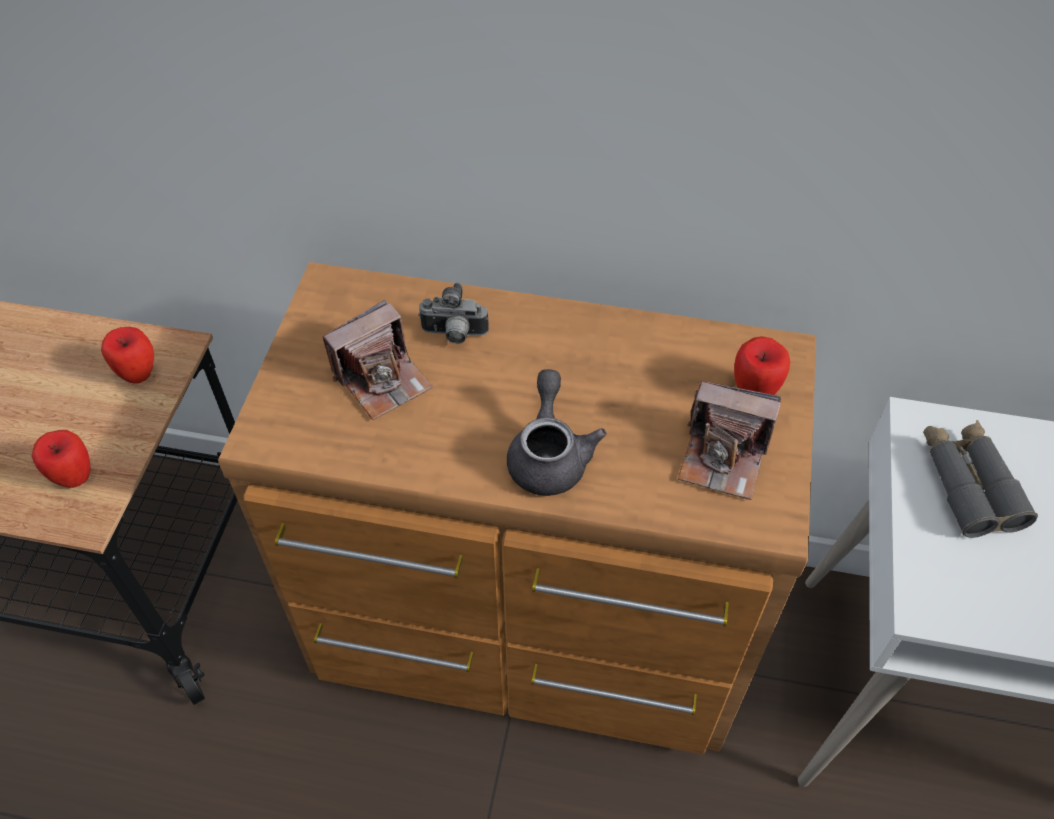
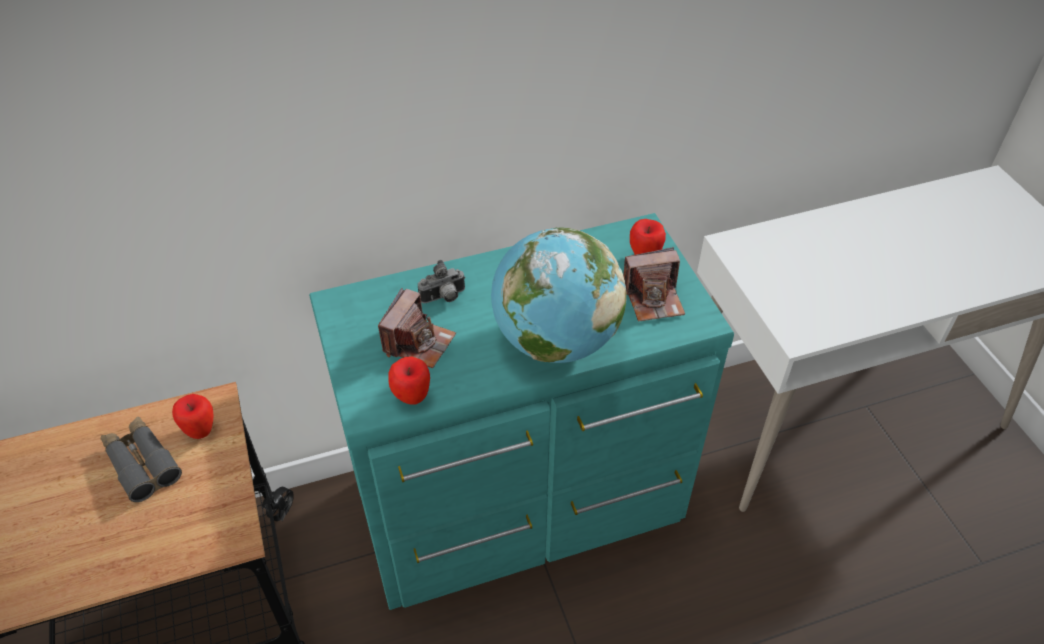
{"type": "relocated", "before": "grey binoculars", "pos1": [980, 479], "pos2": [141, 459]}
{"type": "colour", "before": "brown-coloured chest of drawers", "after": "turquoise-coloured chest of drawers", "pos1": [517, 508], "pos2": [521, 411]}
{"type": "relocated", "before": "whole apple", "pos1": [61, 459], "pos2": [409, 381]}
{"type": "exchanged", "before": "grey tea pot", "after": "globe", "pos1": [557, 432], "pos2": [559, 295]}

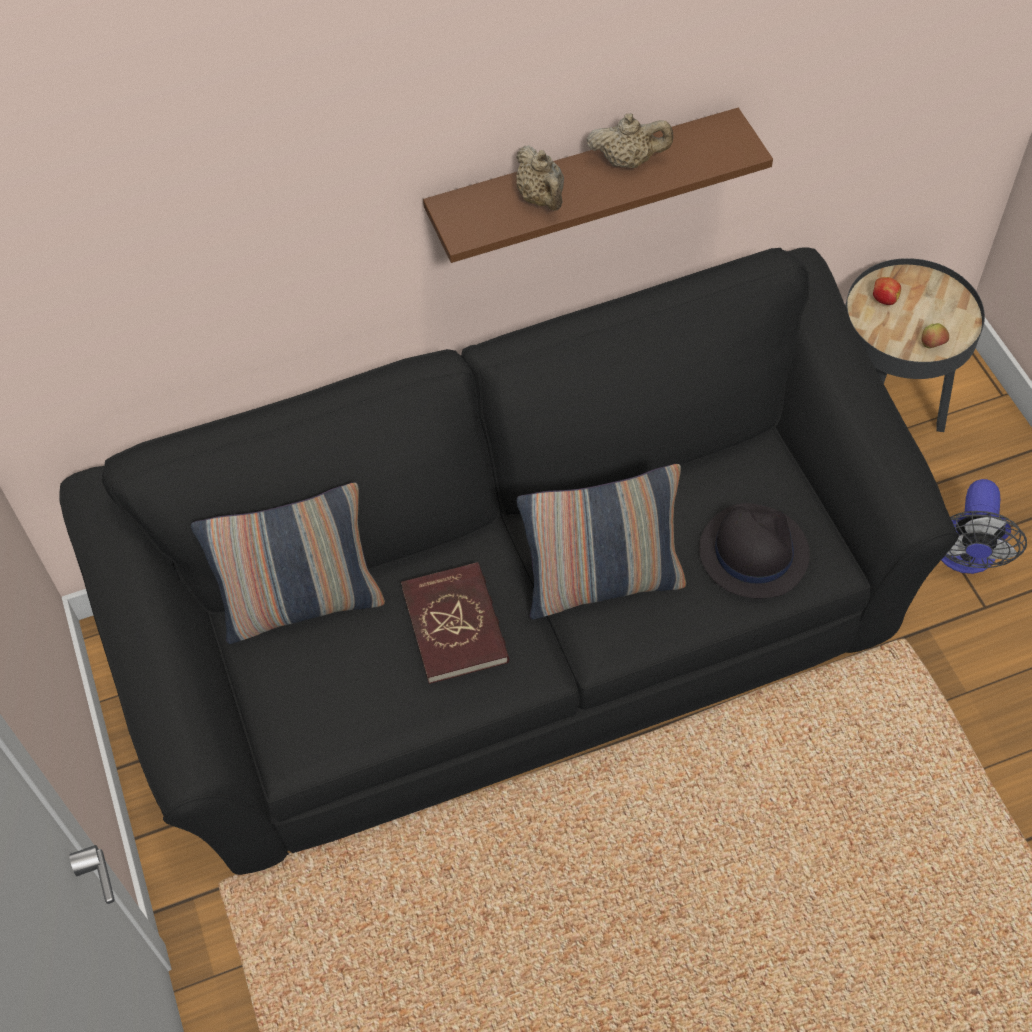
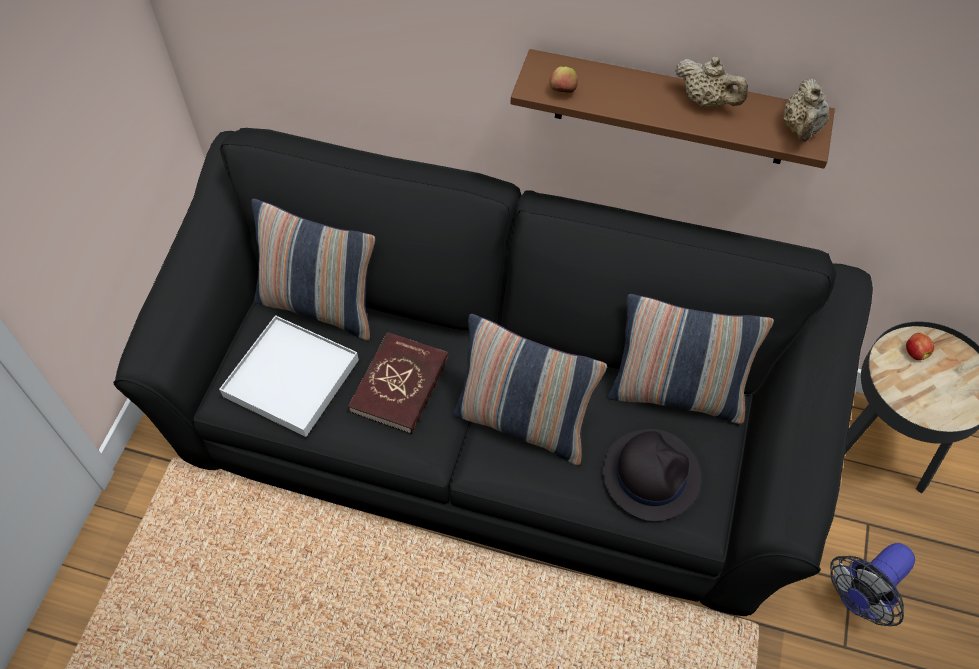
{"type": "appeared", "after": "whitish tray", "pos2": [289, 376]}
{"type": "relocated", "before": "whole apple", "pos1": [935, 335], "pos2": [563, 80]}
{"type": "appeared", "after": "cushion", "pos2": [690, 359]}
{"type": "relocated", "before": "sand-coloured tea pot", "pos1": [540, 178], "pos2": [806, 110]}

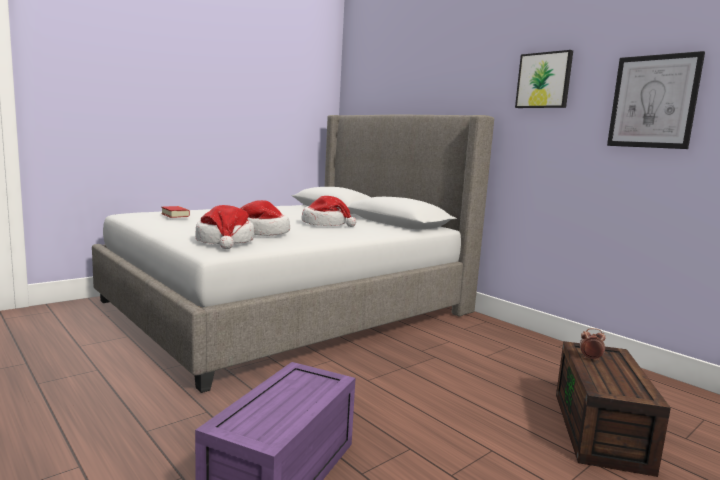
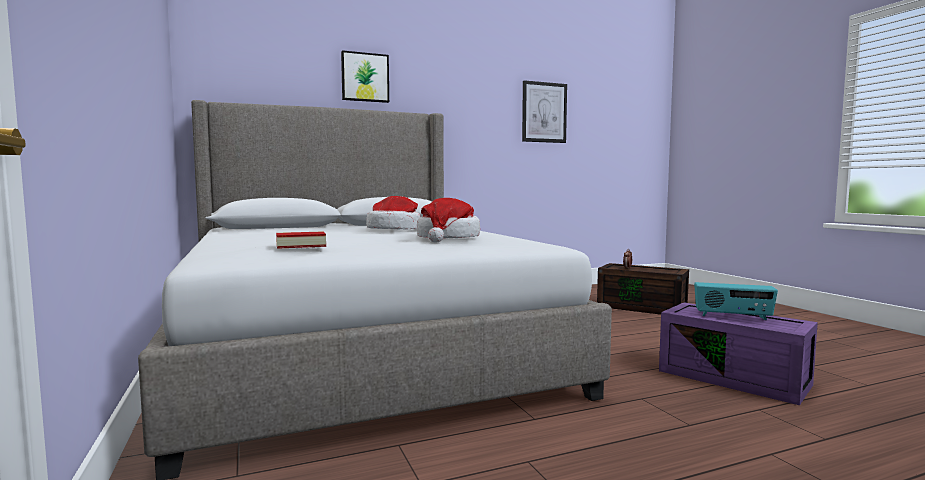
{"type": "relocated", "before": "wall art", "pos1": [544, 79], "pos2": [365, 76]}
{"type": "appeared", "after": "radio", "pos2": [736, 301]}
{"type": "missing", "before": "wearable hat", "pos1": [225, 227]}

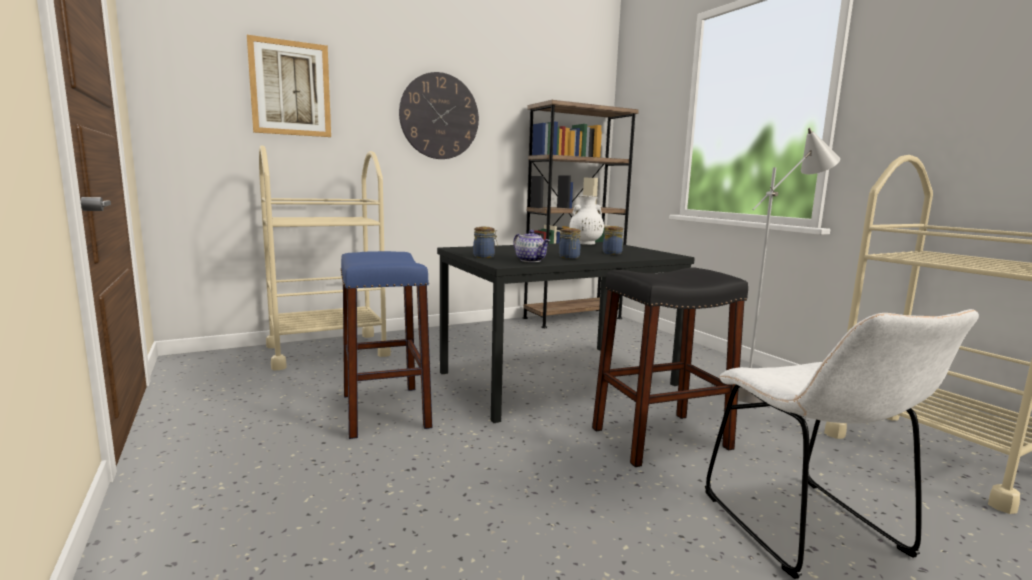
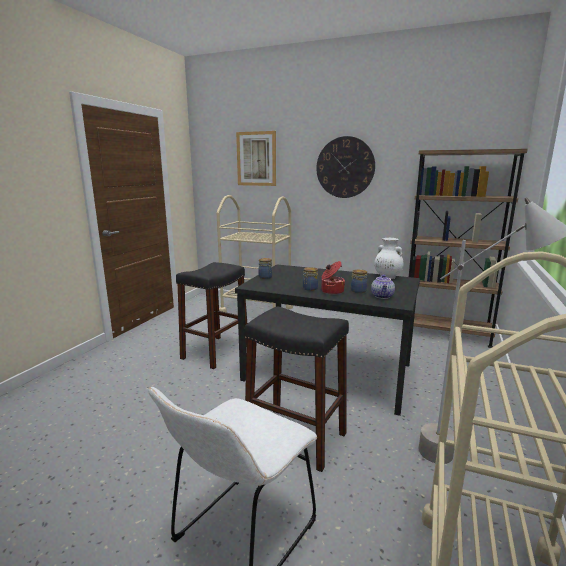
{"type": "colour", "before": "bluish stool", "after": "blackish stool", "pos1": [387, 345], "pos2": [211, 315]}
{"type": "appeared", "after": "cooking pot", "pos2": [333, 277]}
{"type": "relocated", "before": "tea pot", "pos1": [531, 246], "pos2": [383, 287]}

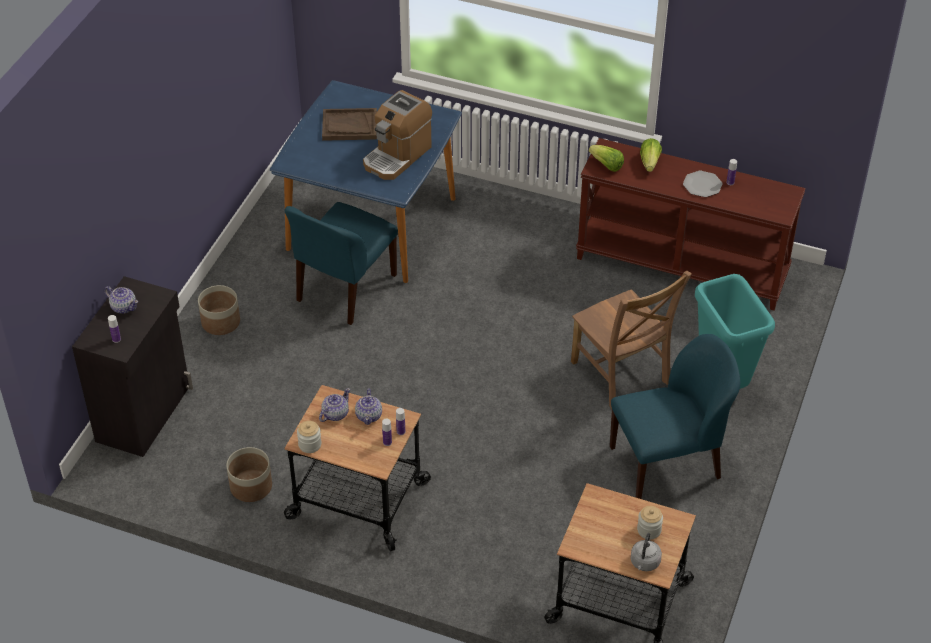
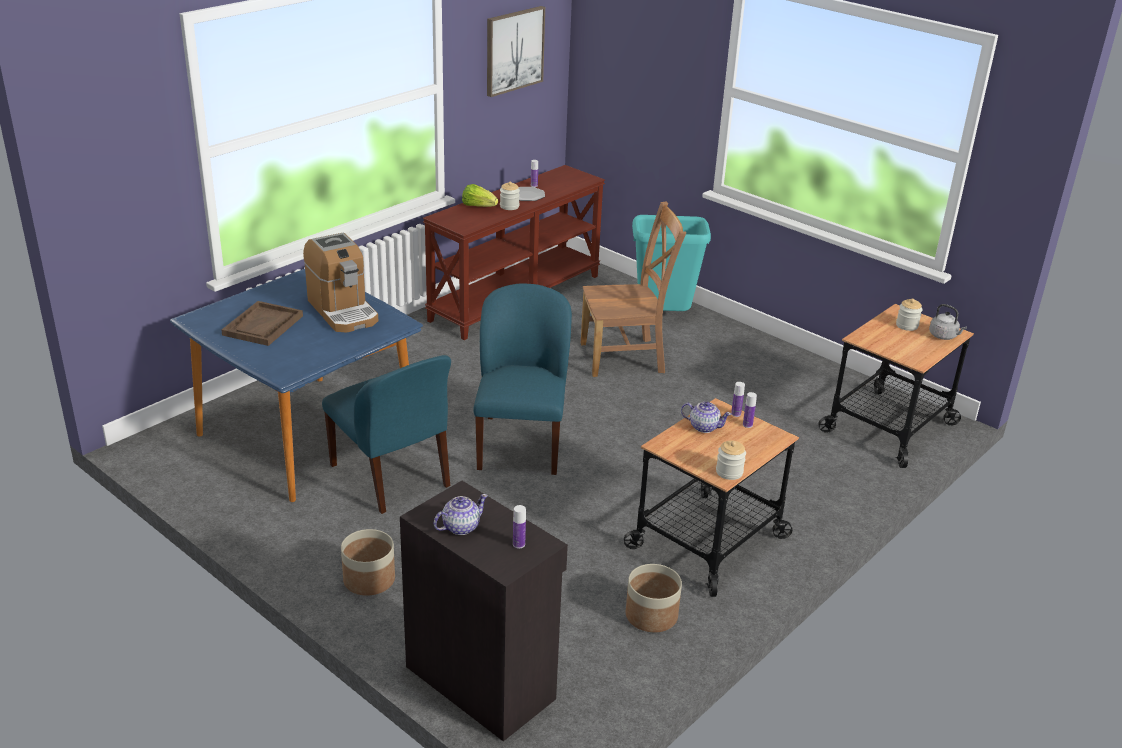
{"type": "relocated", "before": "bluish plain chair", "pos1": [675, 416], "pos2": [522, 379]}
{"type": "appeared", "after": "wall art", "pos2": [516, 51]}
{"type": "appeared", "after": "storage jar", "pos2": [510, 196]}
{"type": "missing", "before": "tea pot", "pos1": [334, 405]}
{"type": "missing", "before": "lettuce head", "pos1": [606, 158]}

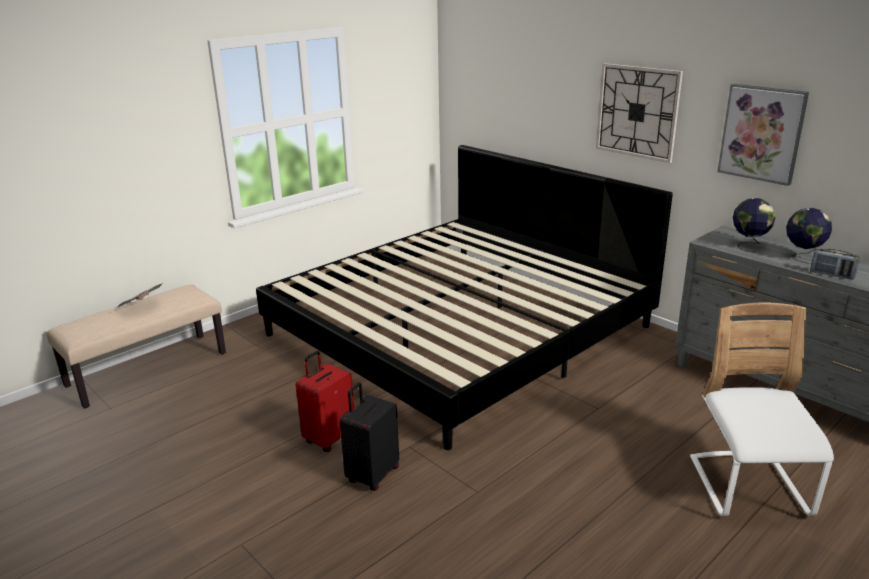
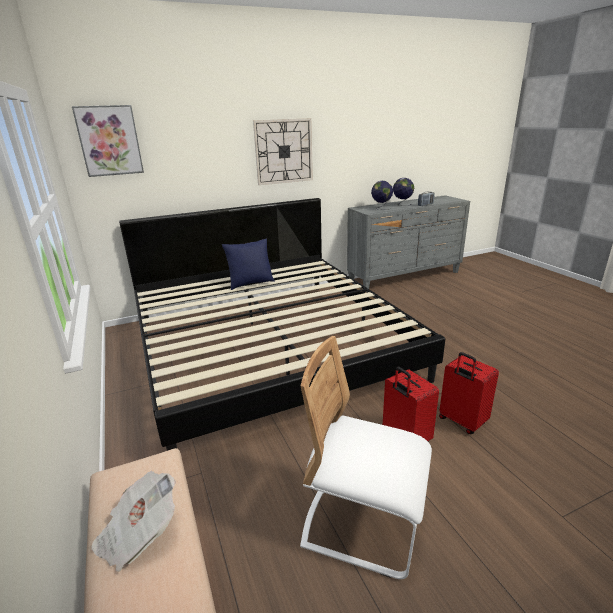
{"type": "relocated", "before": "wall art", "pos1": [763, 135], "pos2": [108, 141]}
{"type": "appeared", "after": "bluish cushion", "pos2": [248, 264]}
{"type": "relocated", "before": "whitish plain chair", "pos1": [762, 409], "pos2": [366, 457]}
{"type": "colour", "before": "blackish suitcase", "after": "red-coloured suitcase", "pos1": [369, 436], "pos2": [469, 393]}

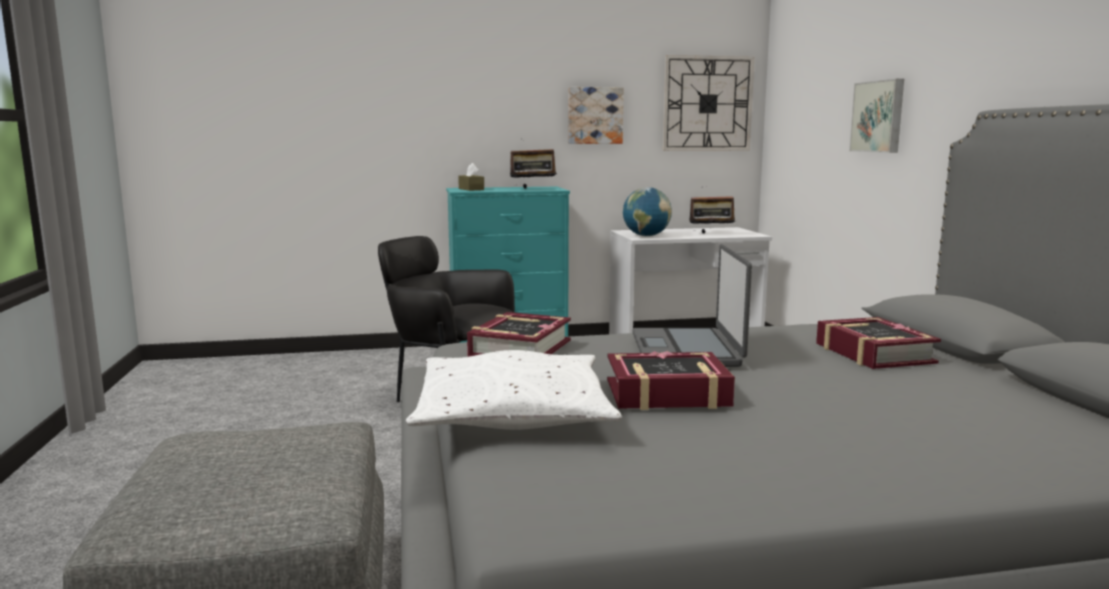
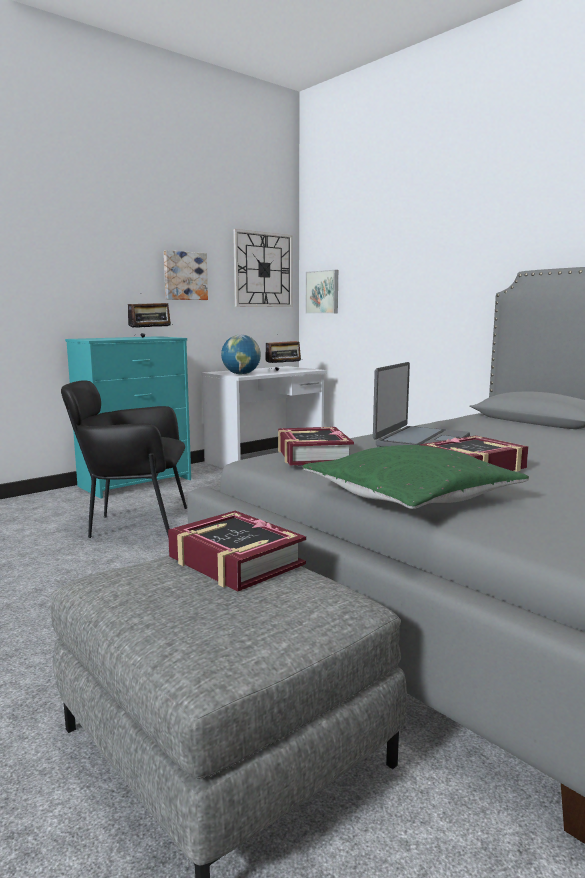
{"type": "relocated", "before": "volume", "pos1": [878, 343], "pos2": [237, 551]}
{"type": "colour", "before": "whitish cushion", "after": "green-coloured cushion", "pos1": [514, 390], "pos2": [416, 477]}
{"type": "relocated", "before": "wall art", "pos1": [876, 116], "pos2": [322, 291]}
{"type": "spun", "before": "notebook computer", "pos1": [692, 305], "pos2": [421, 404], "turn": -120}
{"type": "missing", "before": "brown-coloured box of tissues", "pos1": [471, 177]}

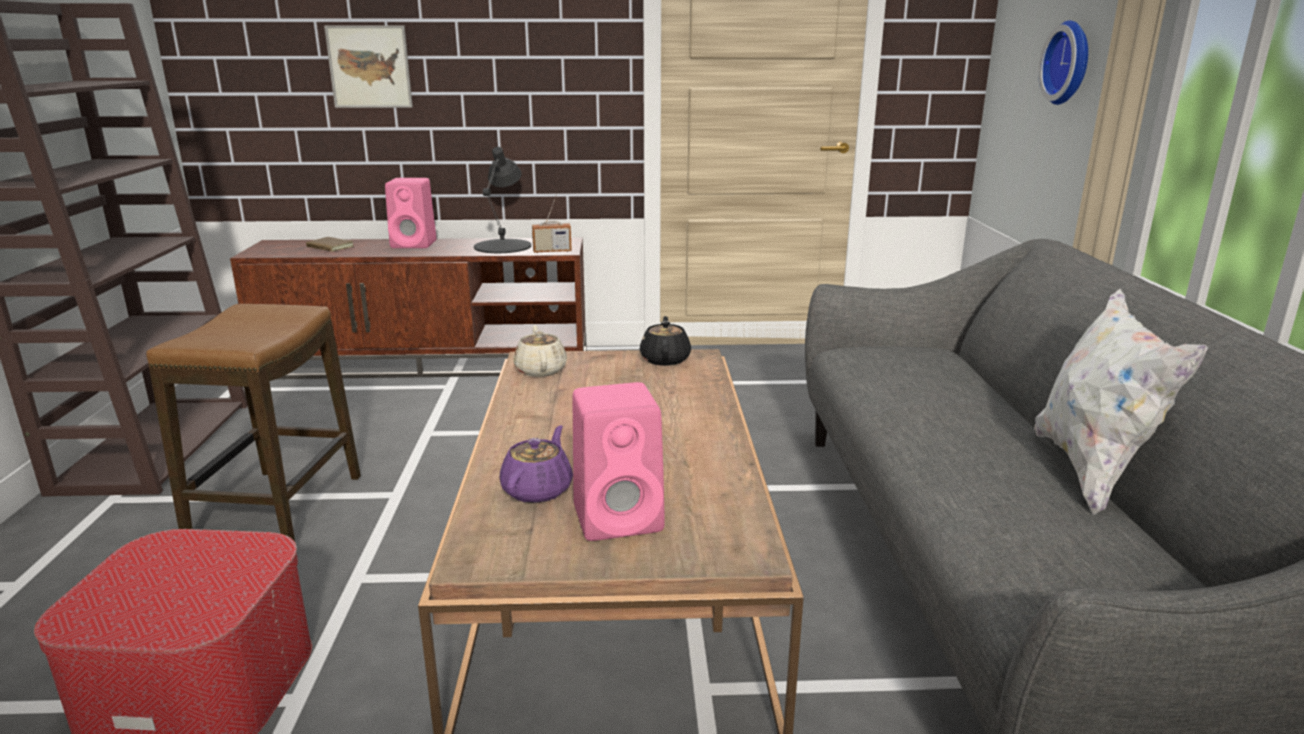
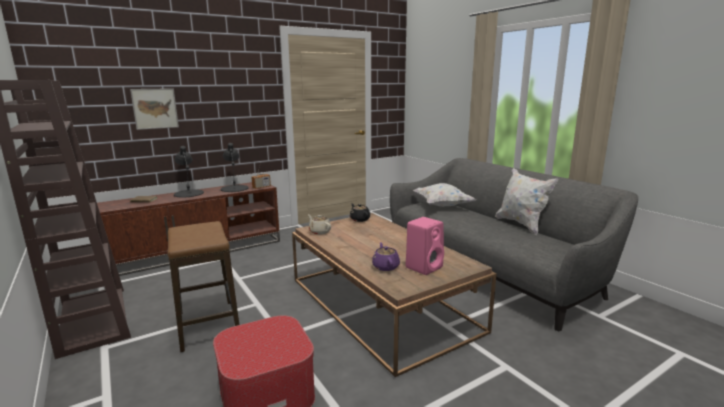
{"type": "exchanged", "before": "pink speaker", "after": "blackish table lamp", "pos1": [410, 213], "pos2": [189, 172]}
{"type": "appeared", "after": "whitish cushion", "pos2": [444, 195]}
{"type": "missing", "before": "wall clock", "pos1": [1063, 62]}

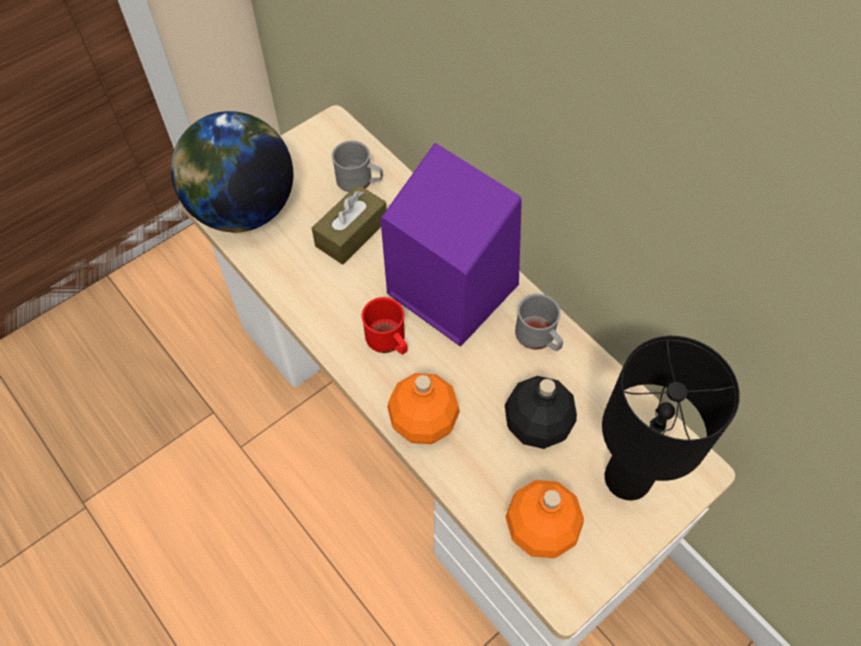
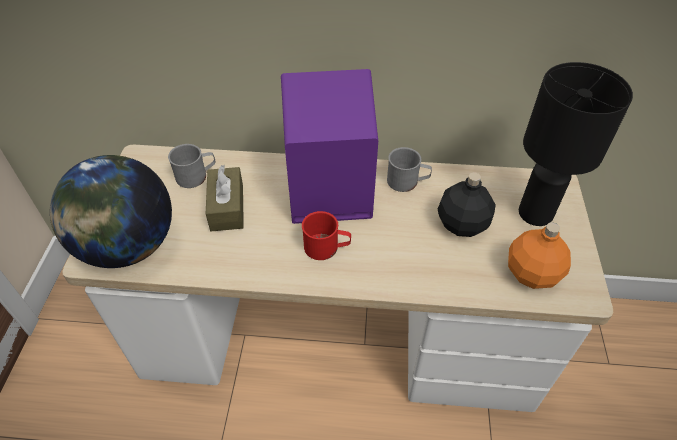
{"type": "missing", "before": "orange-coloured bottle", "pos1": [423, 408]}

